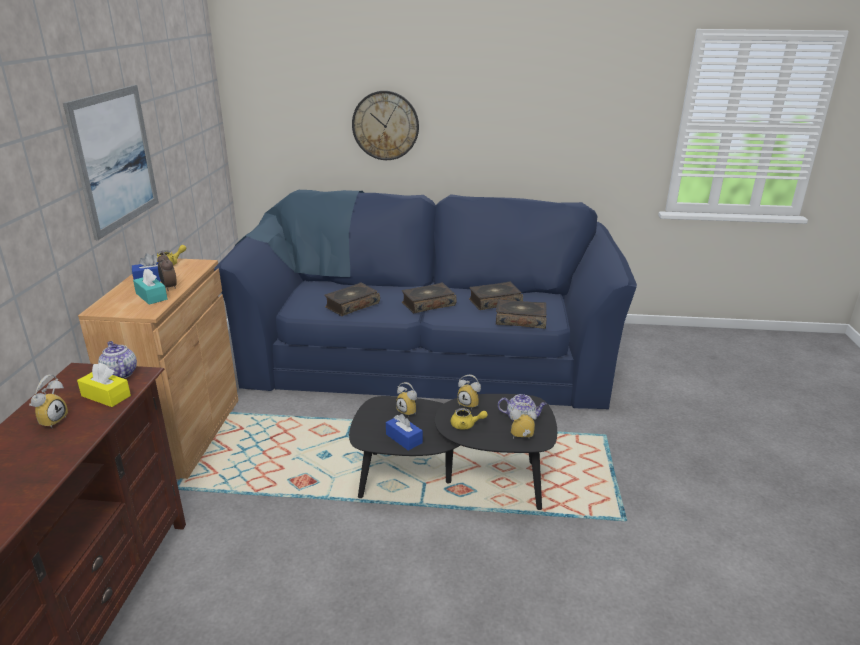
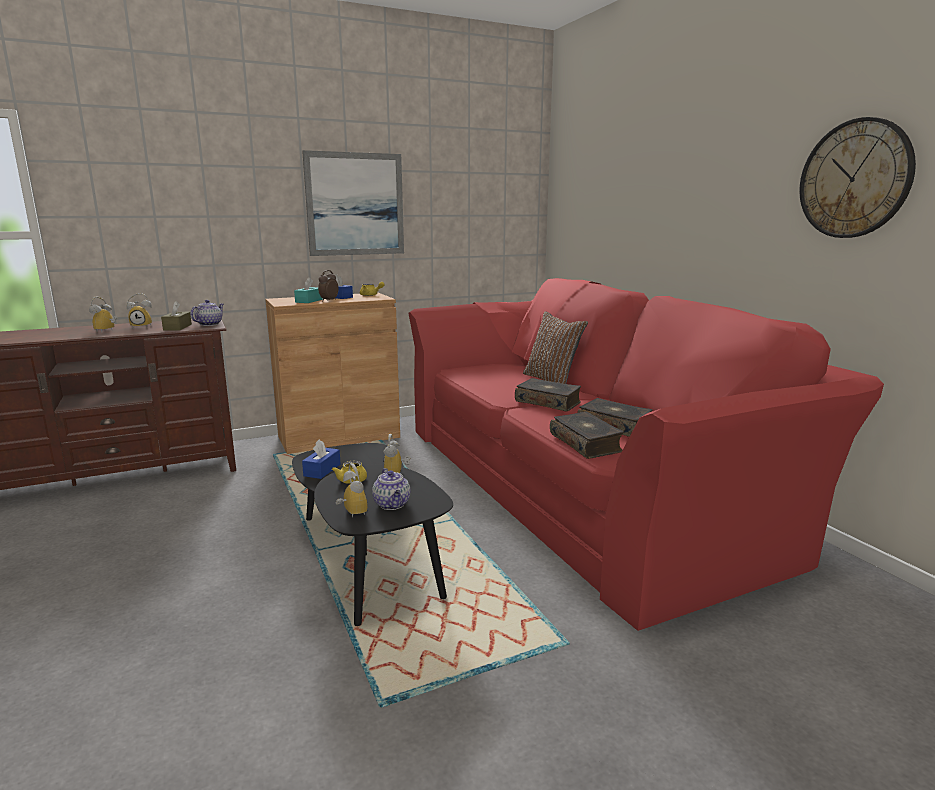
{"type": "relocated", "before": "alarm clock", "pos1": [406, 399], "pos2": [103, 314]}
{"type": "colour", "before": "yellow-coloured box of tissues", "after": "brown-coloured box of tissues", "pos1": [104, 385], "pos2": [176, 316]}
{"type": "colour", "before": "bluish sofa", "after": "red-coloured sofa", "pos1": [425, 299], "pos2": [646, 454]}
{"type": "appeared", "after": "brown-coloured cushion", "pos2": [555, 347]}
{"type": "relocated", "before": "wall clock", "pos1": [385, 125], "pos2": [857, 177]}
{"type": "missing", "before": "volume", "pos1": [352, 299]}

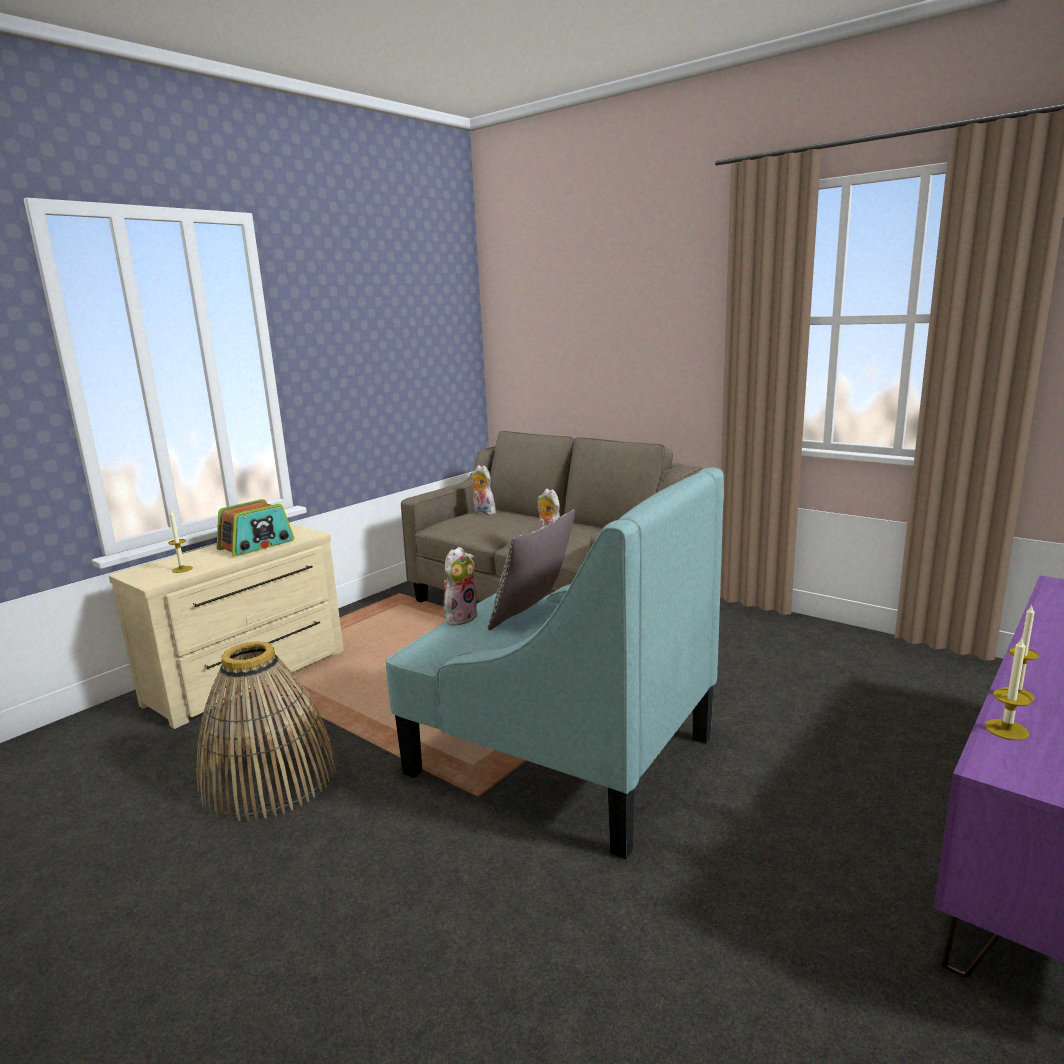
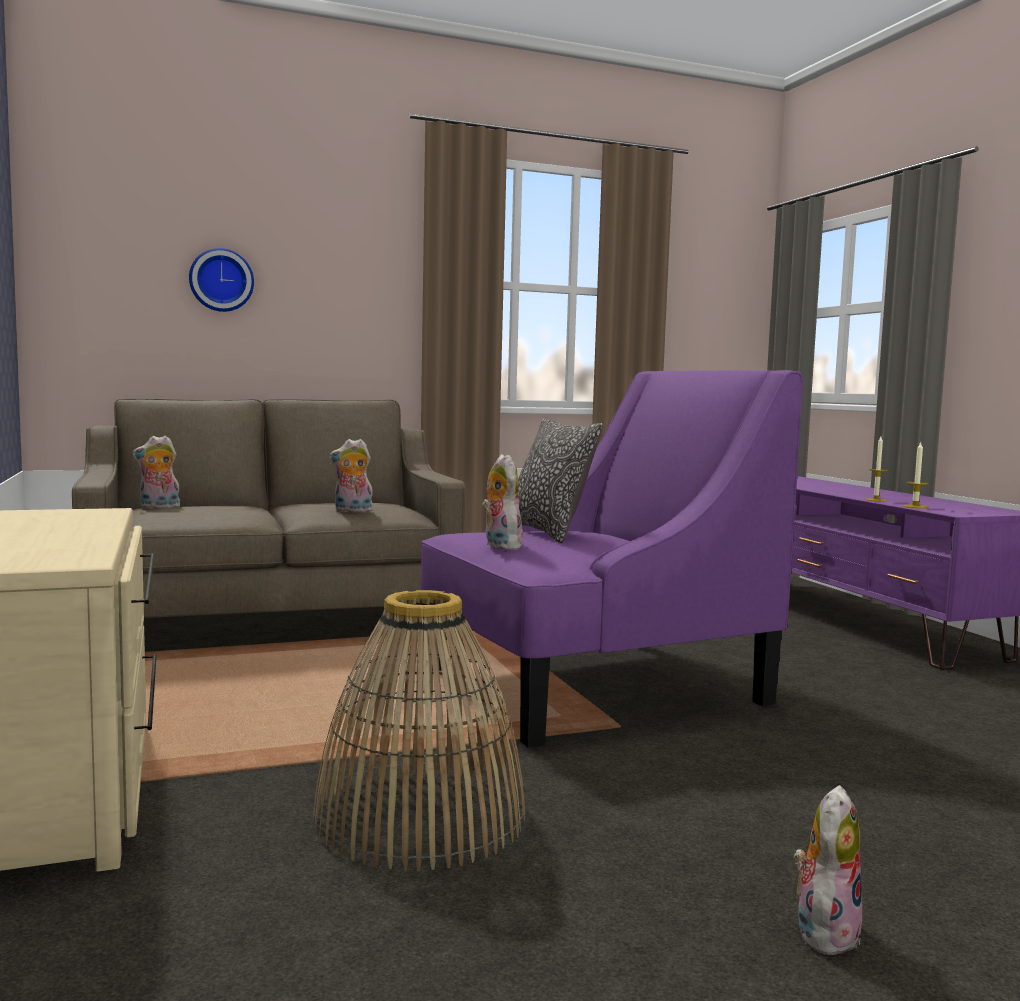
{"type": "appeared", "after": "wall clock", "pos2": [221, 280]}
{"type": "colour", "before": "turquoise-coloured armchair", "after": "purplish armchair", "pos1": [555, 663], "pos2": [612, 559]}
{"type": "appeared", "after": "plush toy", "pos2": [828, 871]}
{"type": "missing", "before": "wax candle", "pos1": [180, 541]}
{"type": "missing", "before": "radio", "pos1": [255, 528]}

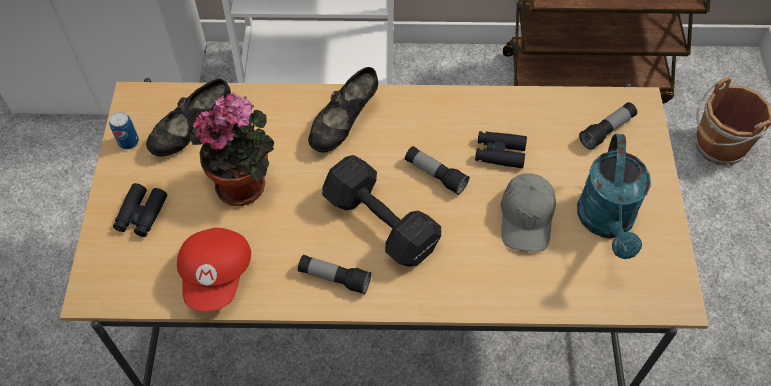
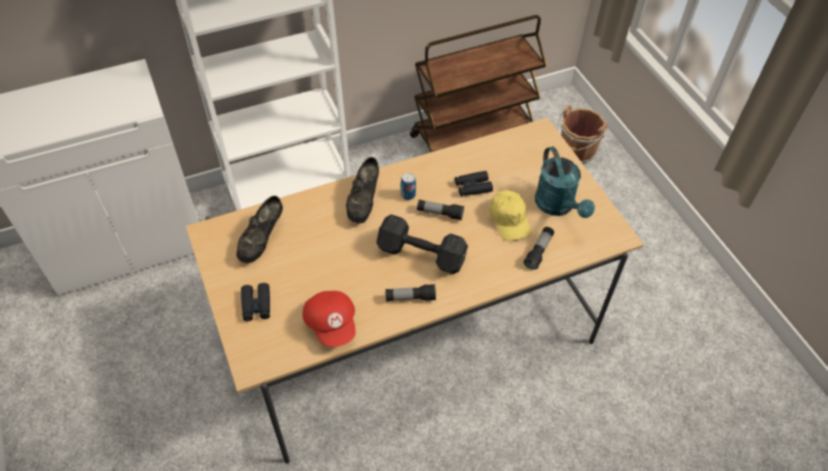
{"type": "relocated", "before": "sealed can", "pos1": [124, 130], "pos2": [408, 186]}
{"type": "colour", "before": "grey peaked cap", "after": "yellow-coloured peaked cap", "pos1": [528, 212], "pos2": [510, 215]}
{"type": "relocated", "before": "torch", "pos1": [608, 126], "pos2": [539, 248]}
{"type": "missing", "before": "houseplant", "pos1": [232, 149]}

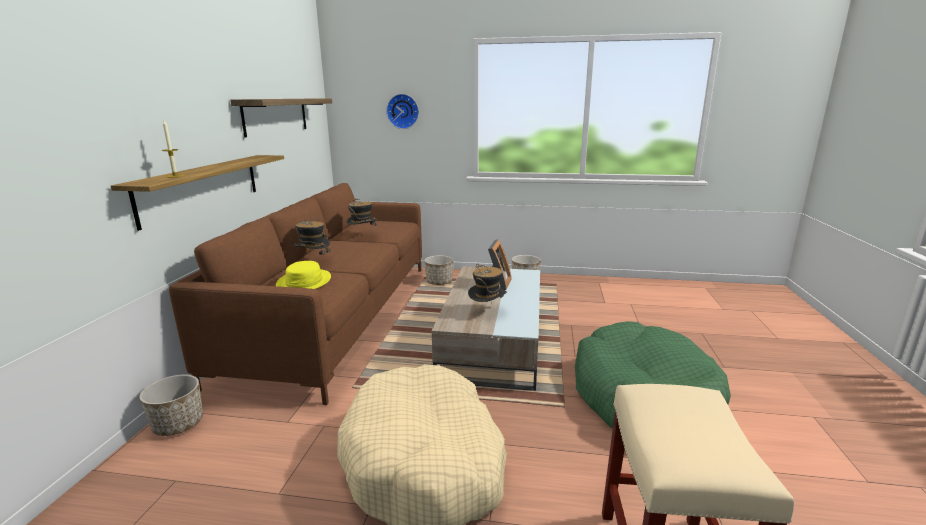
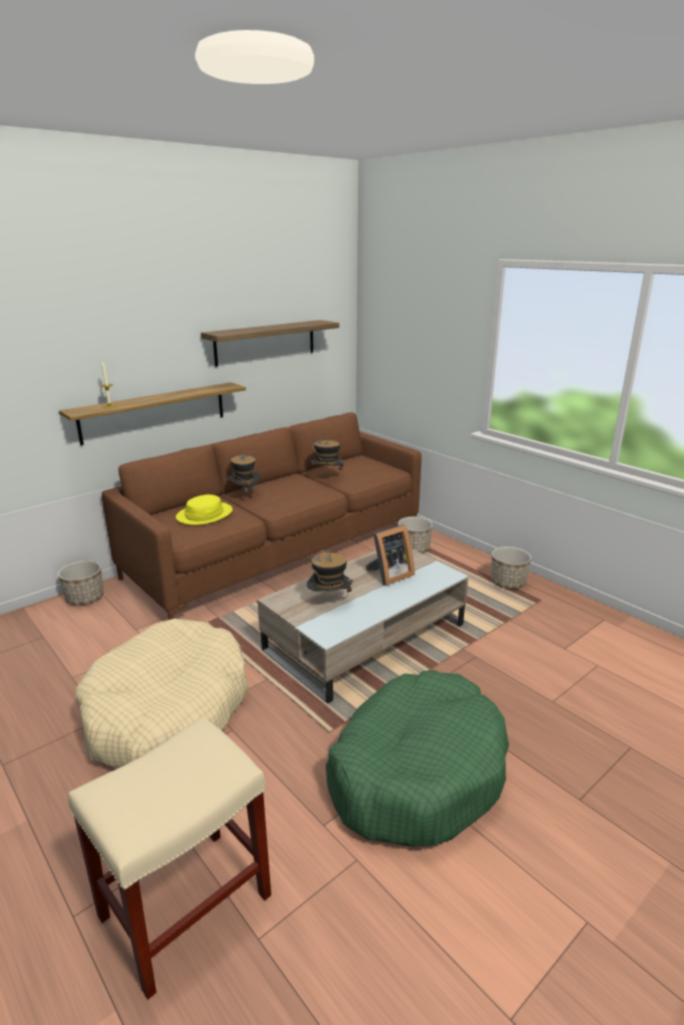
{"type": "missing", "before": "wall clock", "pos1": [402, 111]}

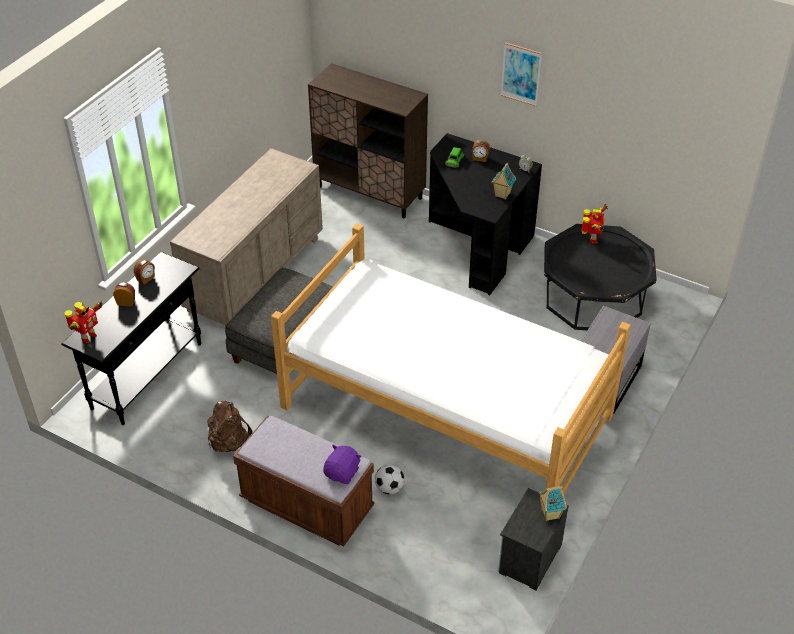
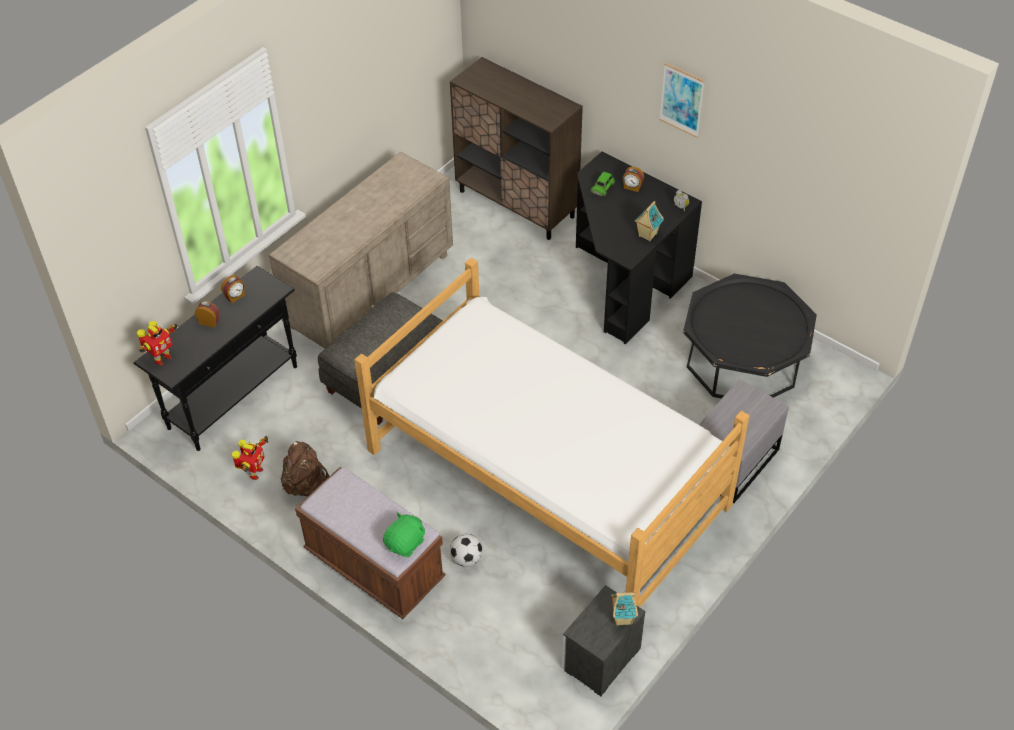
{"type": "relocated", "before": "model robot", "pos1": [594, 224], "pos2": [250, 458]}
{"type": "colour", "before": "purplish plush toy", "after": "green-coloured plush toy", "pos1": [342, 464], "pos2": [404, 534]}

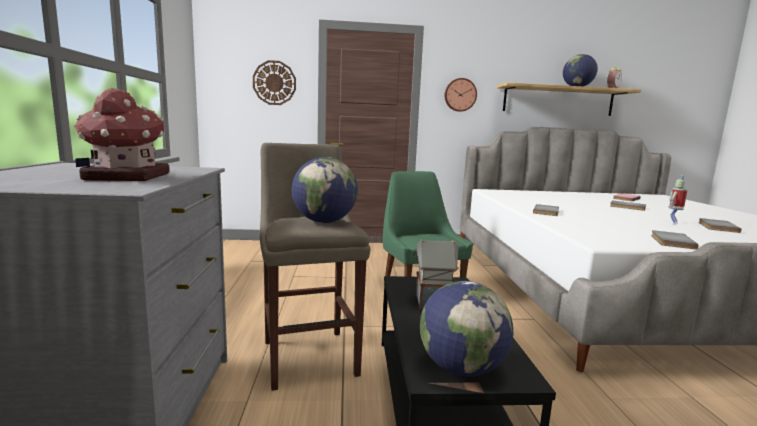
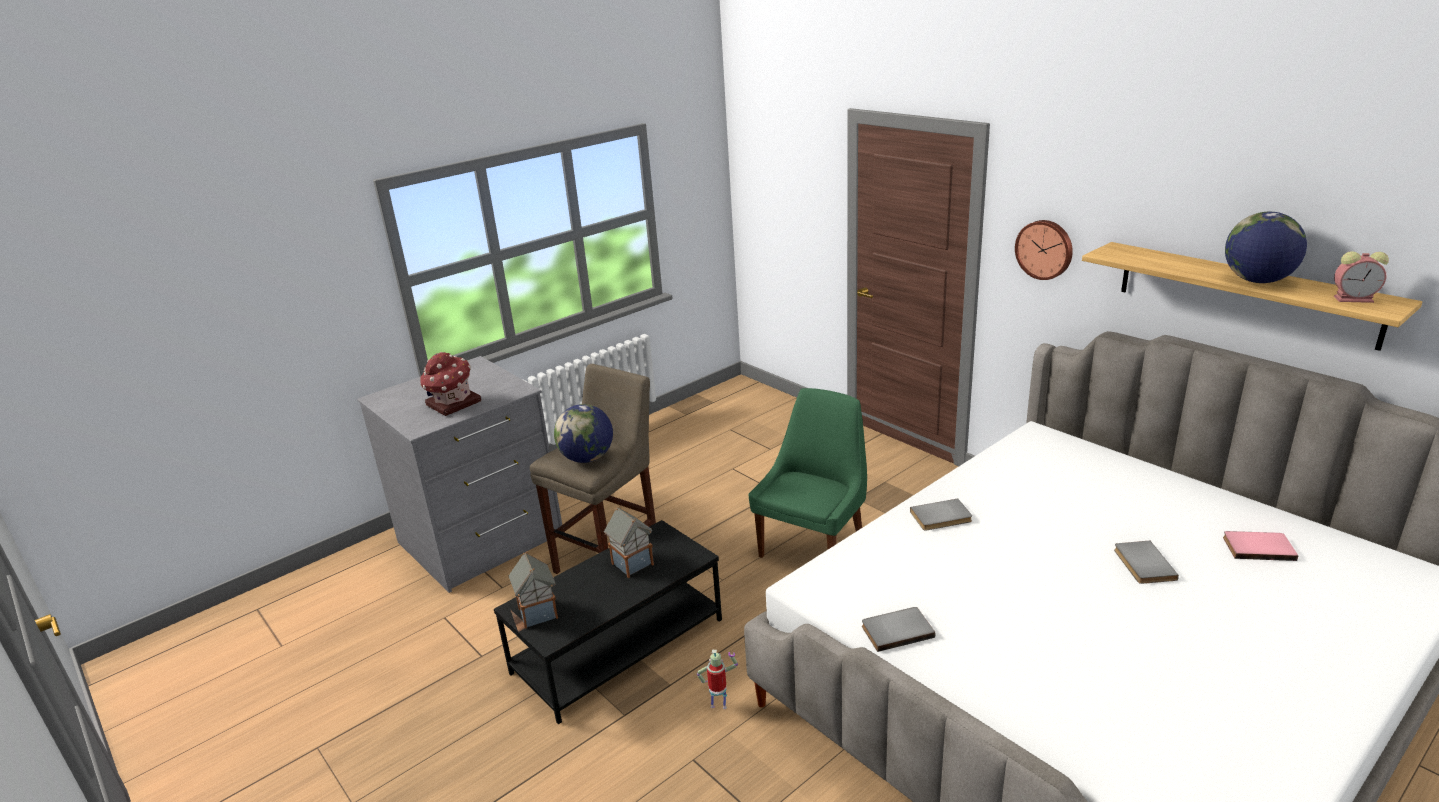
{"type": "exchanged", "before": "globe", "after": "toy house", "pos1": [466, 329], "pos2": [533, 590]}
{"type": "relocated", "before": "model robot", "pos1": [677, 200], "pos2": [717, 679]}
{"type": "missing", "before": "wall clock", "pos1": [274, 82]}
{"type": "missing", "before": "grey volume", "pos1": [719, 225]}

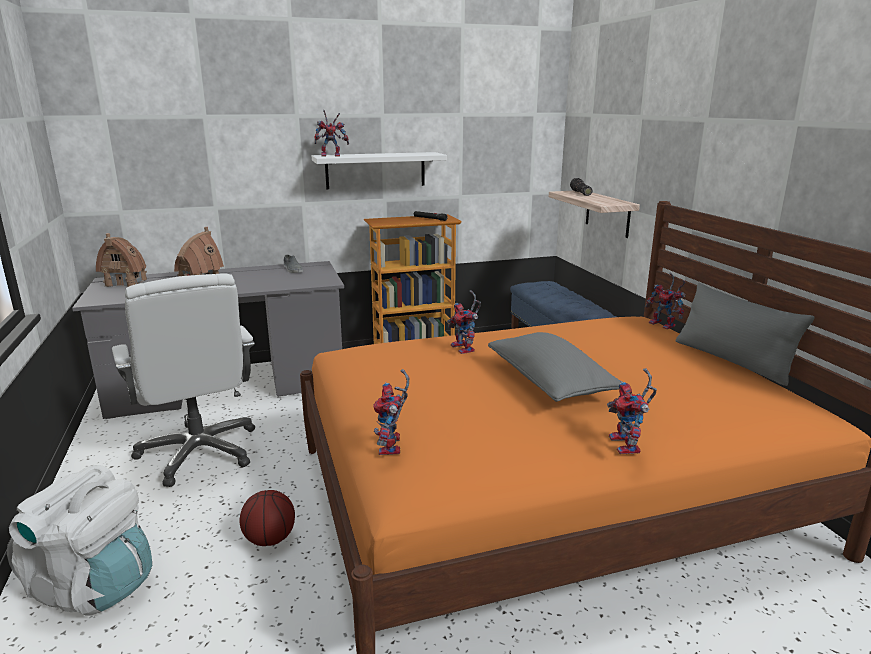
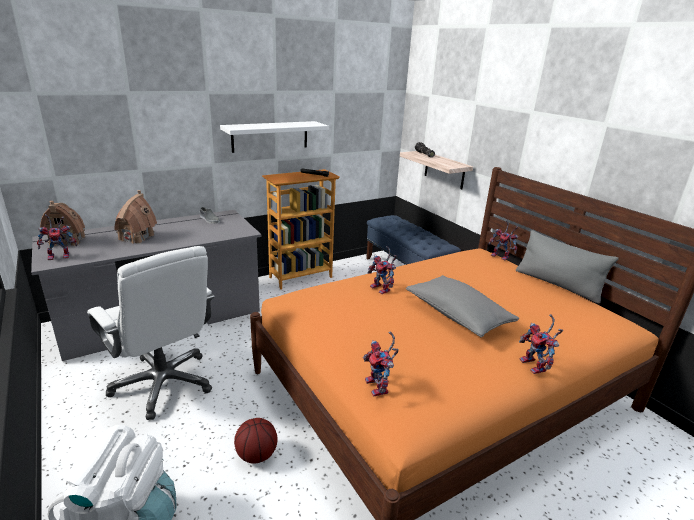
{"type": "relocated", "before": "model robot", "pos1": [331, 133], "pos2": [57, 237]}

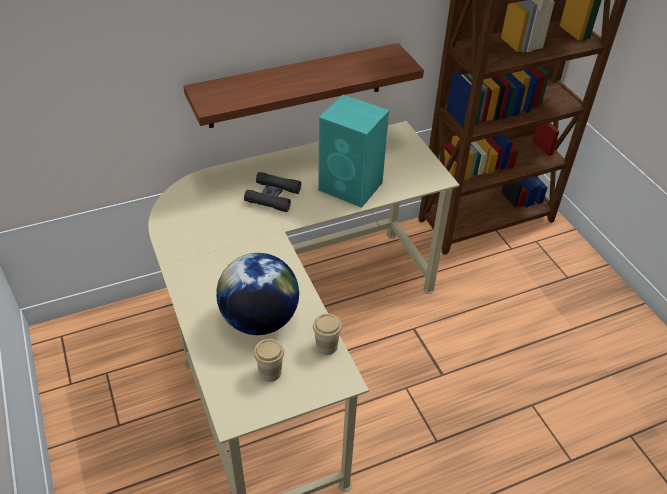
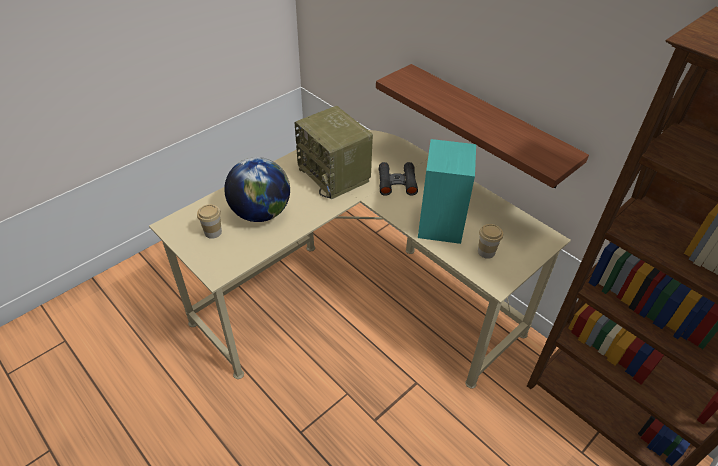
{"type": "appeared", "after": "radio", "pos2": [333, 153]}
{"type": "relocated", "before": "cup", "pos1": [327, 334], "pos2": [490, 241]}

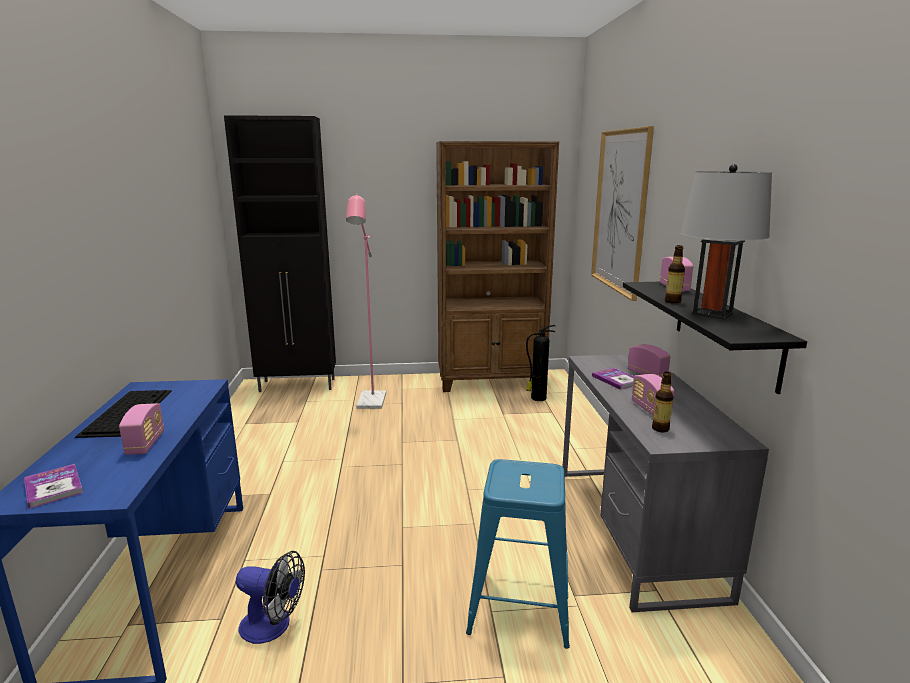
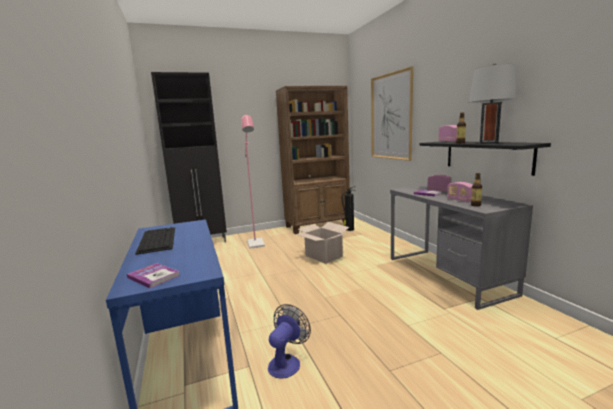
{"type": "spun", "before": "electric fan", "pos1": [270, 597], "pos2": [289, 341], "turn": -60}
{"type": "appeared", "after": "cardboard box", "pos2": [322, 243]}
{"type": "missing", "before": "radio", "pos1": [141, 429]}
{"type": "missing", "before": "bluish stool", "pos1": [518, 554]}

